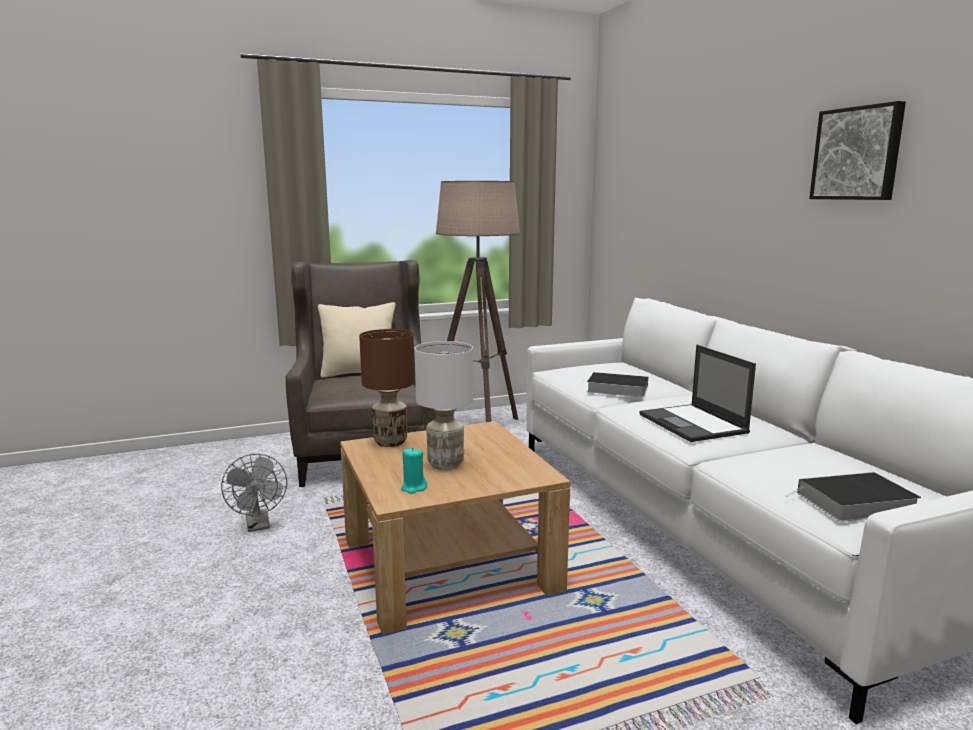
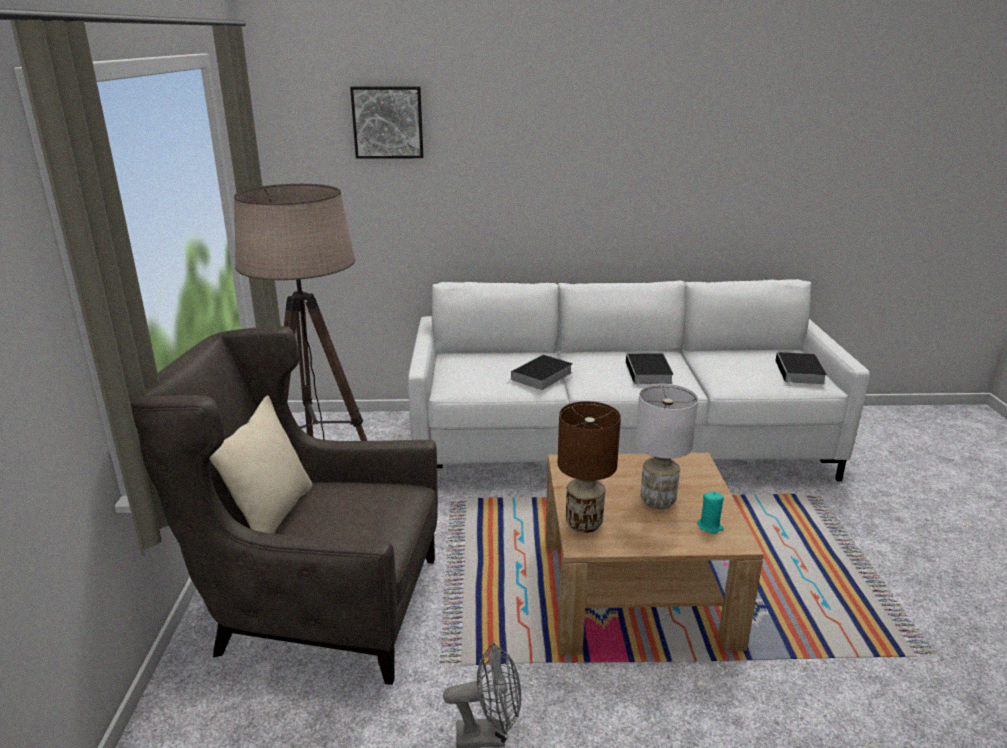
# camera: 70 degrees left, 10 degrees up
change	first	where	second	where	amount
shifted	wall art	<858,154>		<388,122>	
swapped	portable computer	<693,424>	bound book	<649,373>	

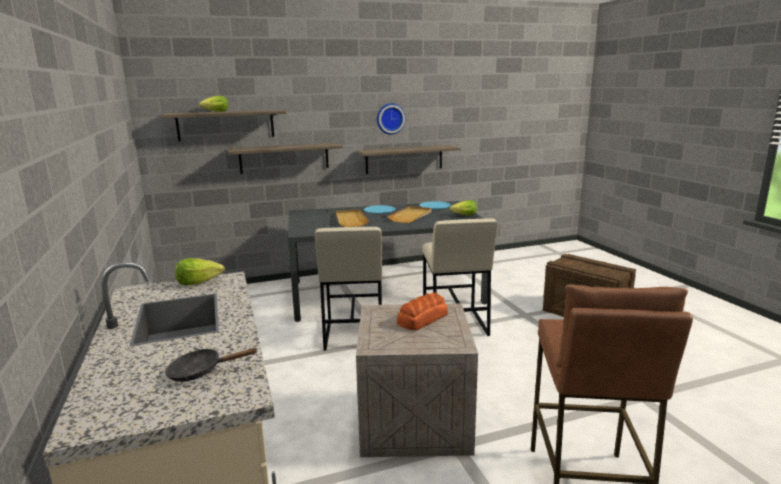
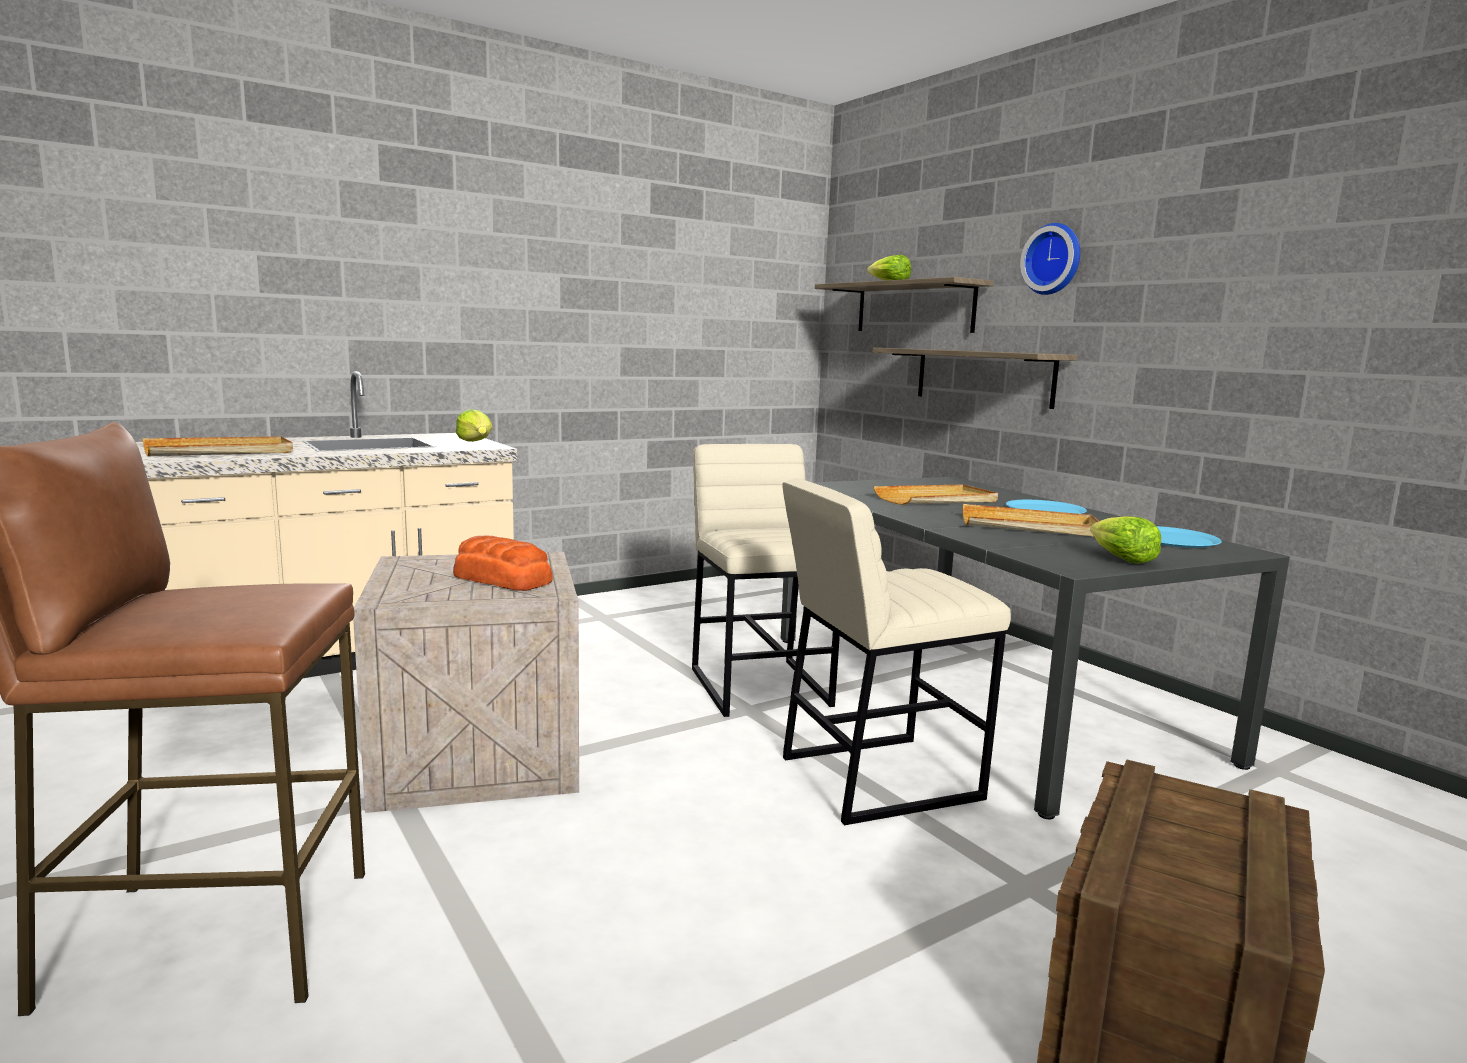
# camera: 75 degrees right, 5 degrees down
change	first	where	second	where	amount
gone	wall shelf	<404,159>			
shifted	clock on the wall	<390,118>		<1054,259>	
swapped	frying pan (black)	<201,371>	carrying tray (sand-coloured)	<220,452>	
rotated	plain chair (sand-coloured)	<354,335>		<758,685>	90 degrees clockwise

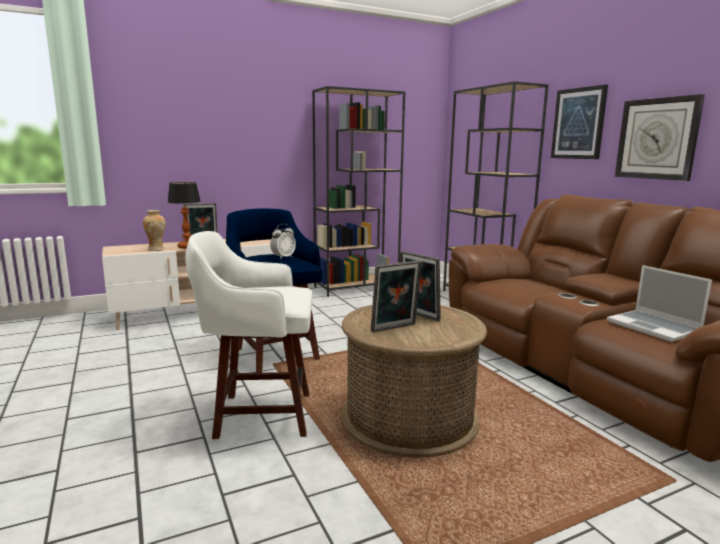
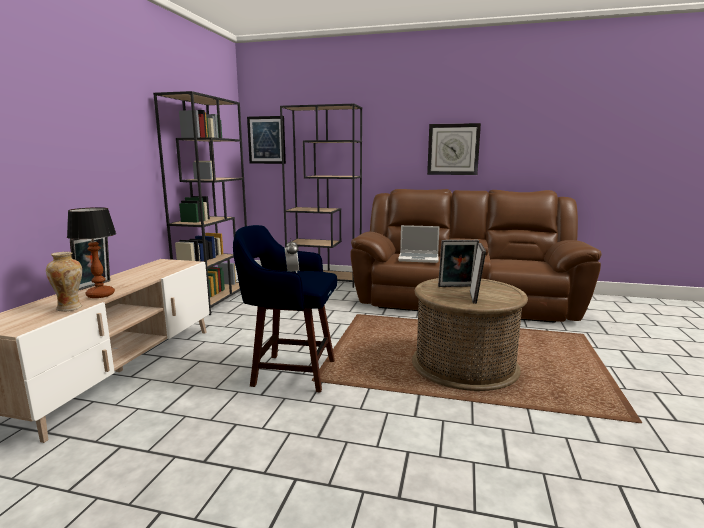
# camera: 50 degrees left, 0 degrees up
change	first	where	second	where	amount
gone	stool (white)	<259,415>			
shifted	wall art	<578,123>		<266,140>	
shifted	portable computer	<654,327>		<419,258>	

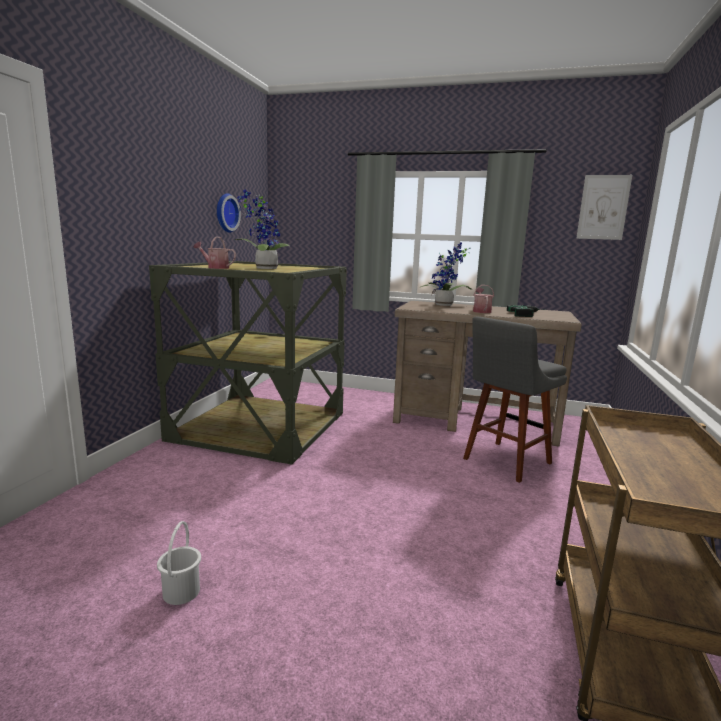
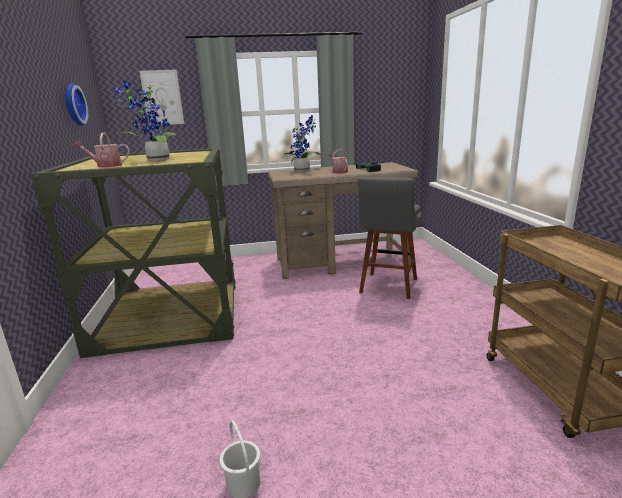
# camera: 25 degrees left, 5 degrees up
change	first	where	second	where	amount
shifted	wall art	<603,207>		<162,98>	

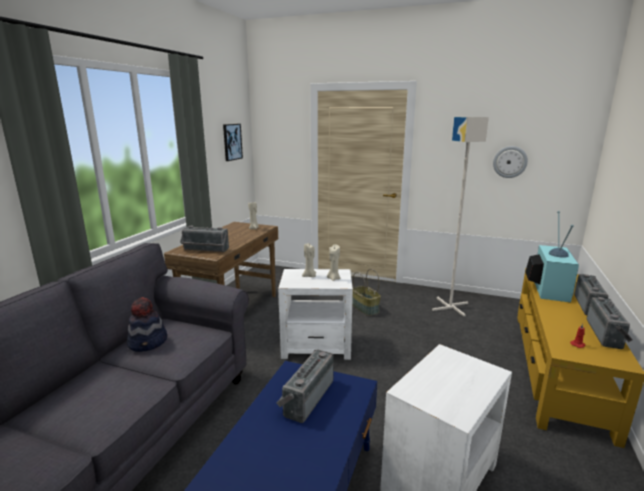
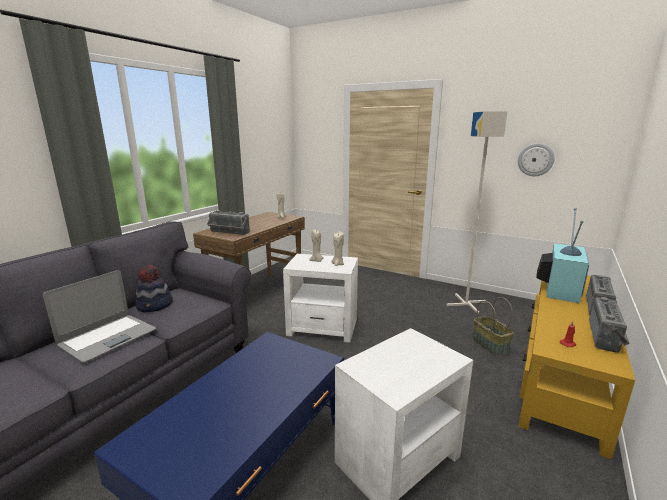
# camera: 10 degrees right, 0 degrees up
change	first	where	second	where	amount
gone	wall art	<232,142>			
gone	radio set	<306,397>			
new			portable computer	<108,338>	
shifted	household basket	<366,308>		<490,345>	

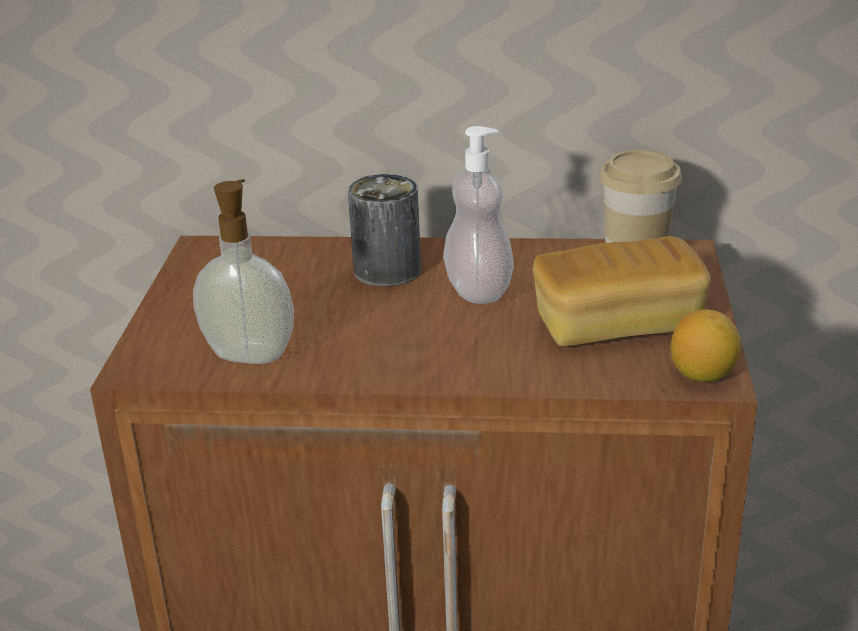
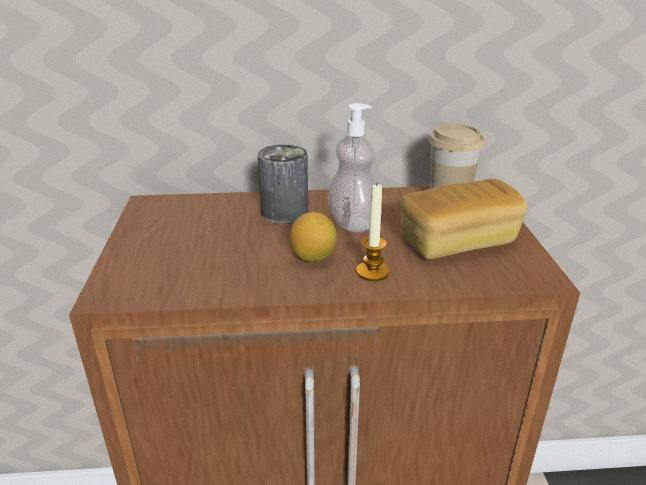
# camera: 10 degrees left, 0 degrees up
change	first	where	second	where	amount
gone	soap dispenser	<250,354>			
new			wax candle	<372,272>	
shifted	lemon	<702,375>		<313,257>	

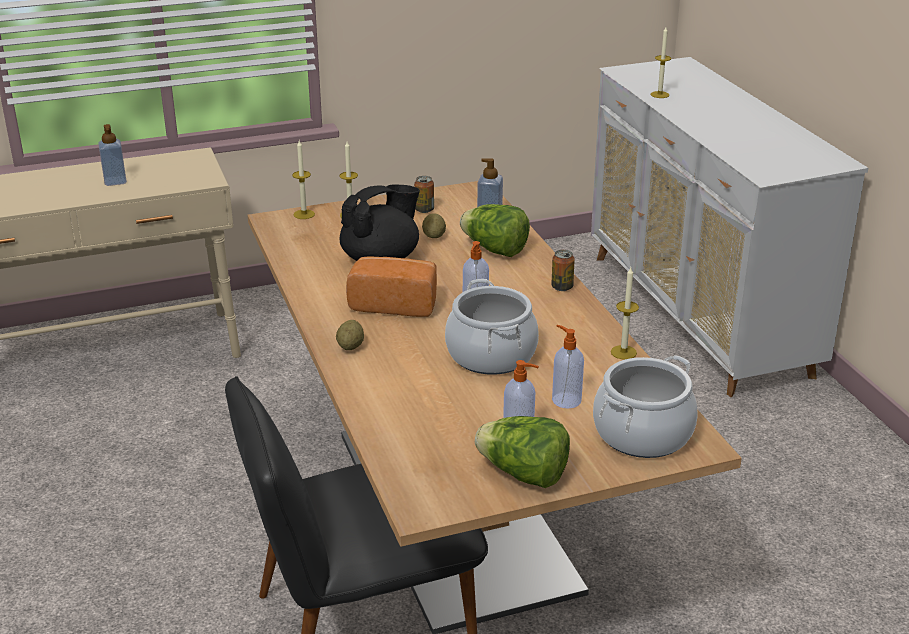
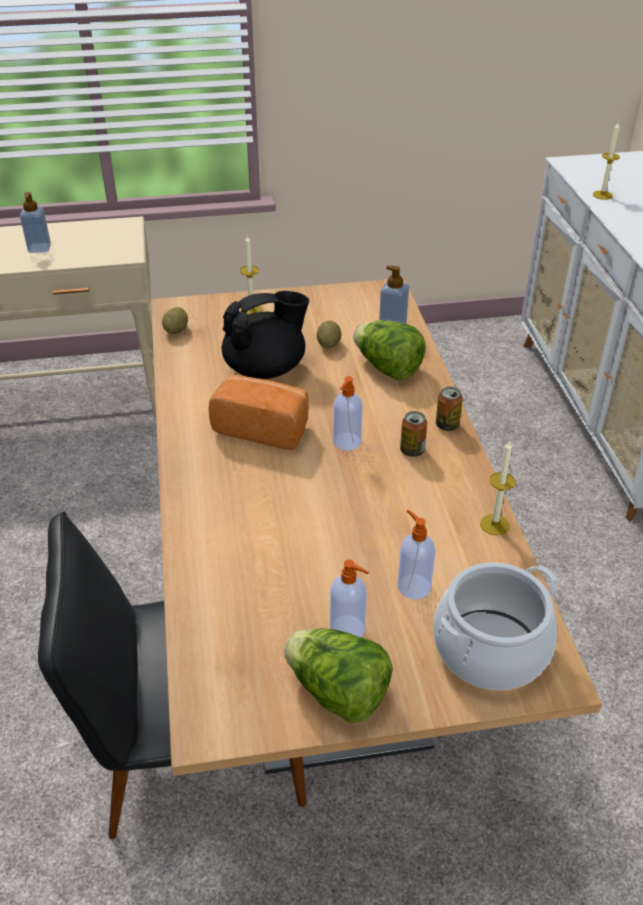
# camera: 10 degrees right, 10 degrees up
change	first	where	second	where	amount
gone	wax candle	<304,214>			
gone	stockpot	<491,354>			
shifted	spud	<350,346>		<176,330>	
shifted	can	<424,209>		<412,450>	

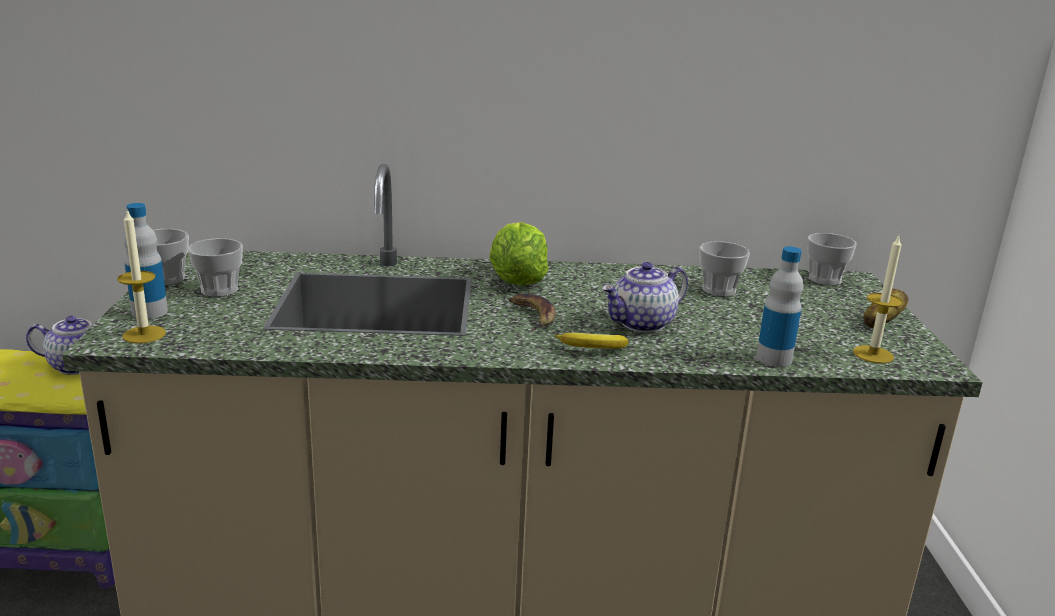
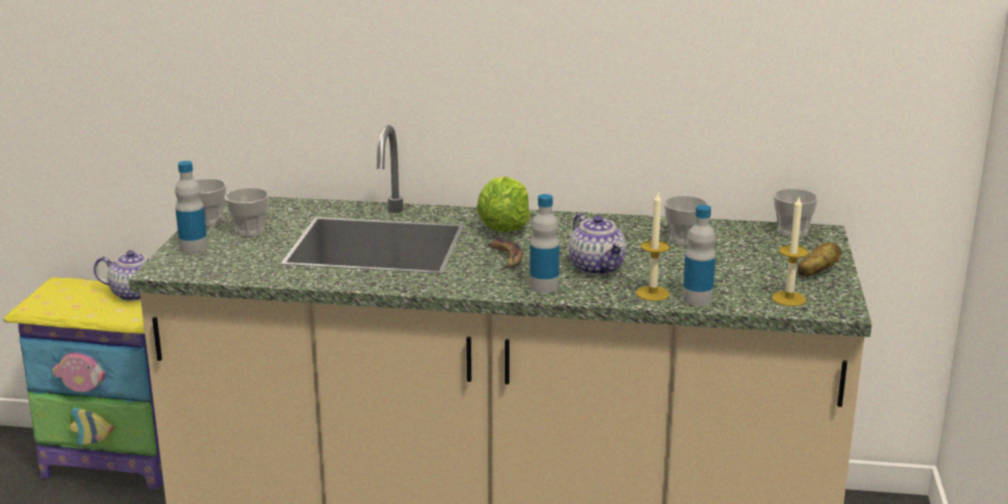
# camera: 10 degrees right, 0 degrees up
change	first	where	second	where	amount
shifted	wax candle	<144,334>		<652,293>	
swapped	whole banana	<592,349>	drink bottle	<544,287>	
rotated	teapot	<642,324>		<597,267>	90 degrees counterclockwise

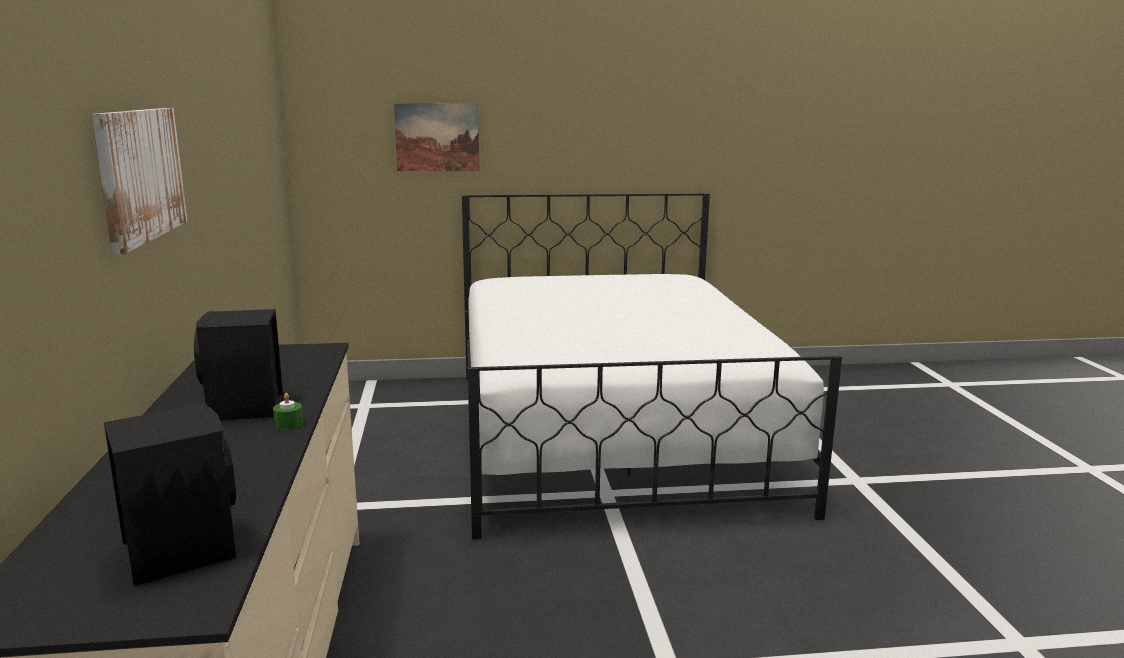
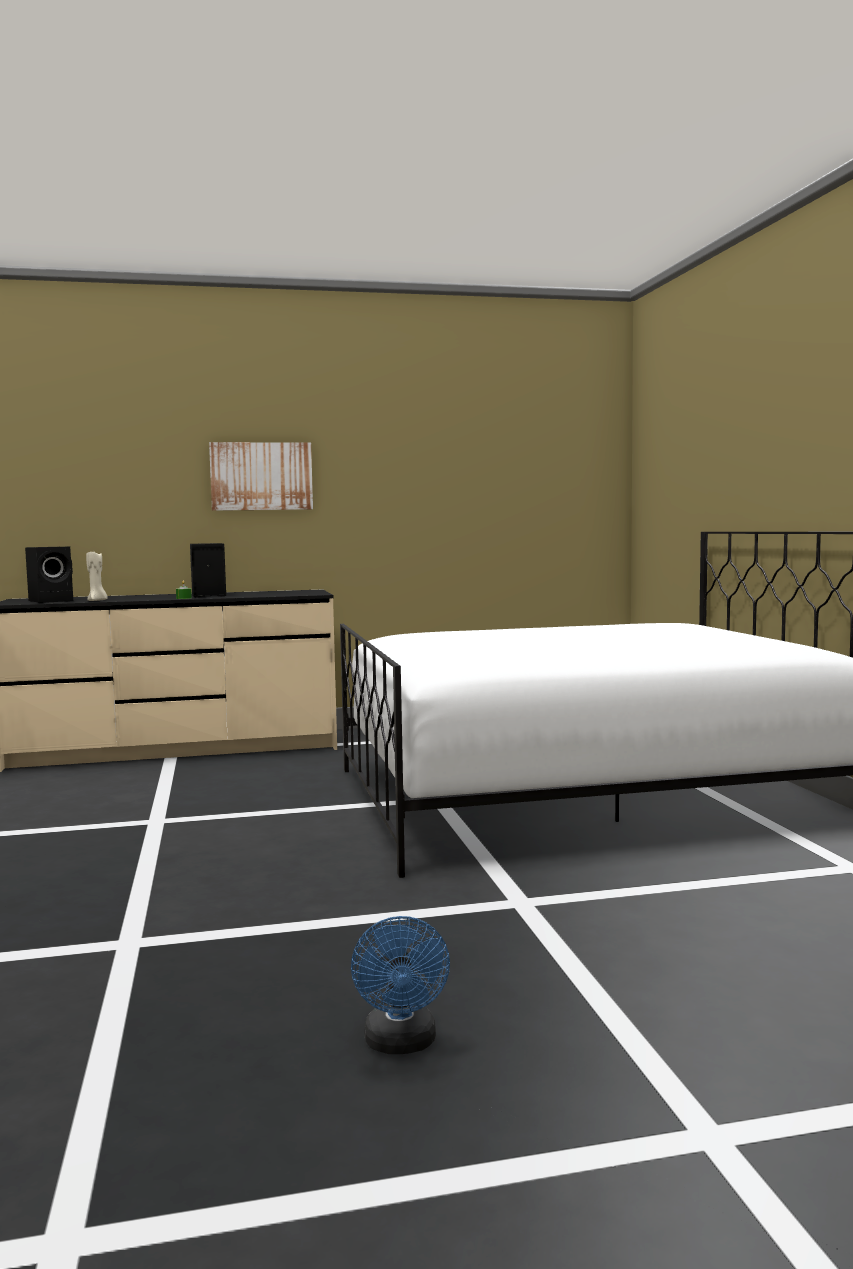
# camera: 85 degrees right, 10 degrees down
change	first	where	second	where	amount
gone	wall art	<437,137>			
new			wax candle (sand-coloured)	<97,600>	
new			cooling fan (blue-coloured)	<401,1044>	

